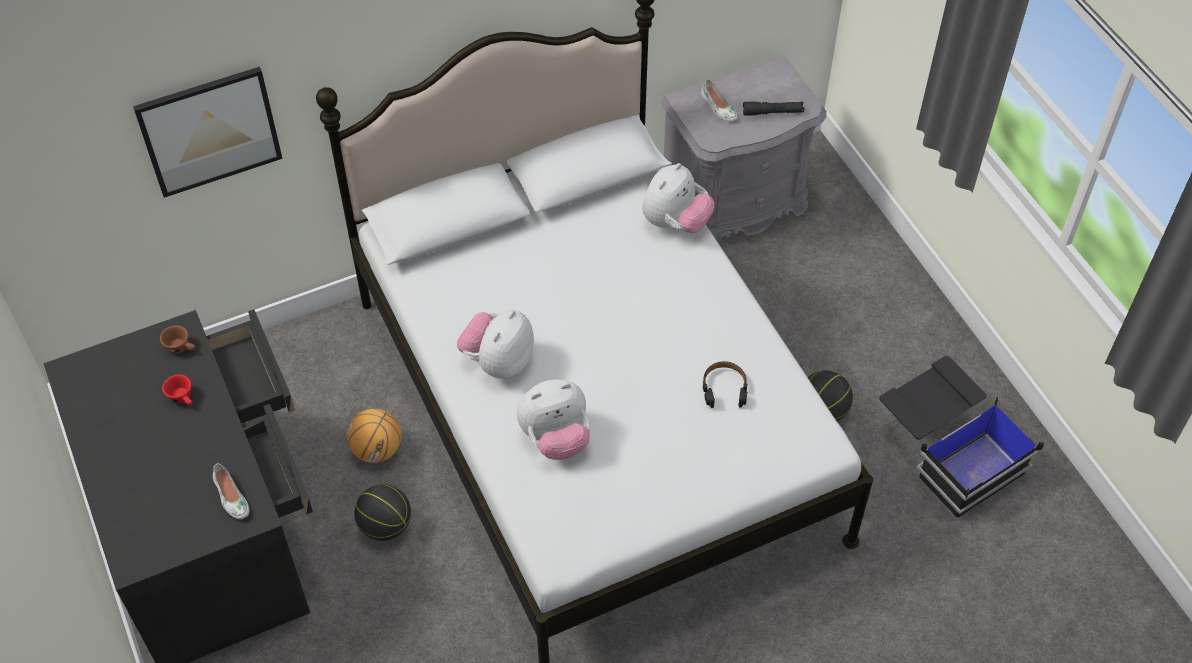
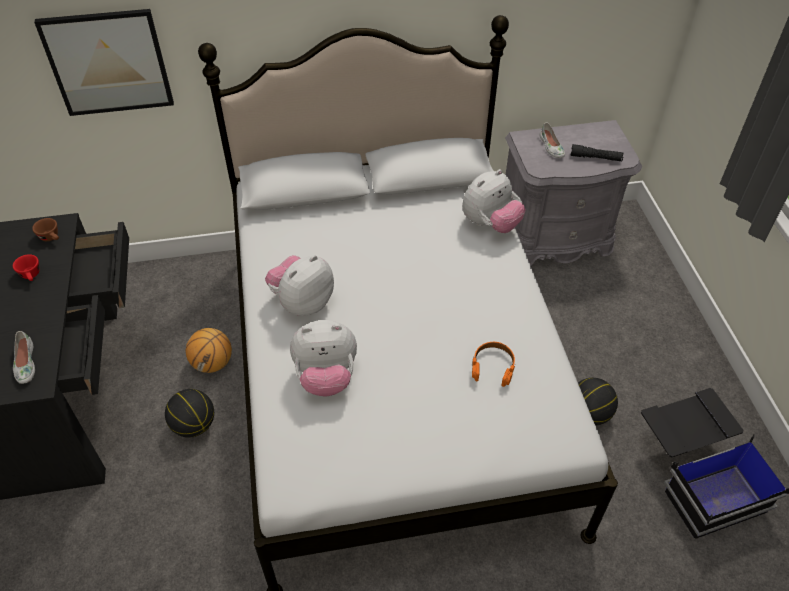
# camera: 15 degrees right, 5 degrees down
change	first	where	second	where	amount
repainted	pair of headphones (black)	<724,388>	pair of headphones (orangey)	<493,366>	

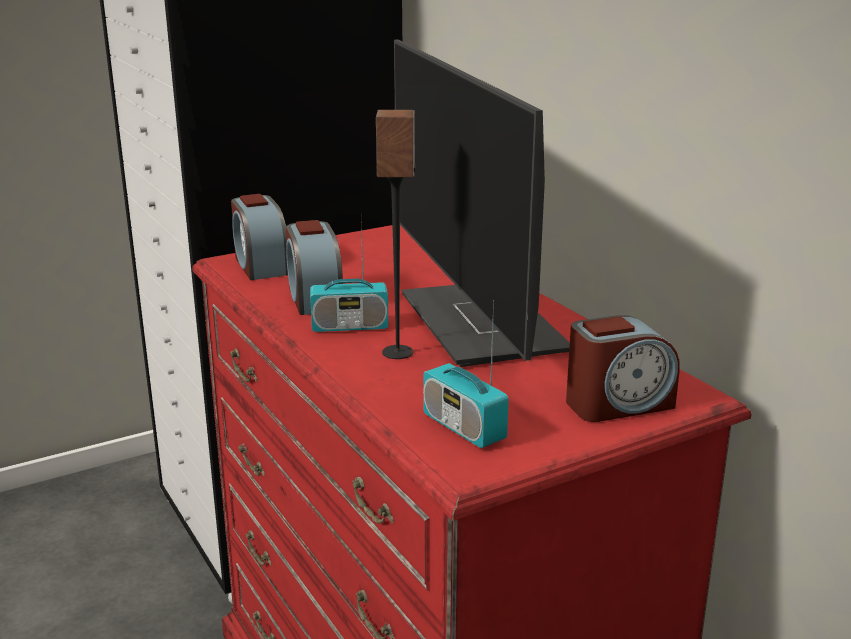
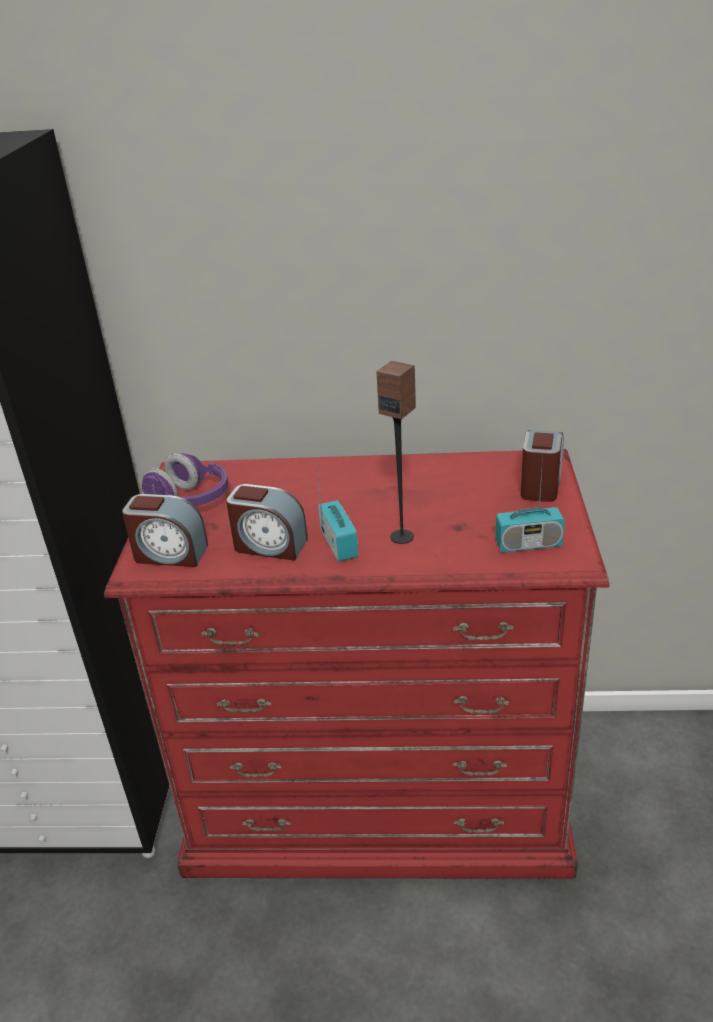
# camera: 55 degrees left, 10 degrees up
change	first	where	second	where	amount
gone	computer screen	<484,326>			
new			pair of headphones (purplish)	<190,500>	
rotated	radio set	<350,326>		<339,544>	45 degrees counterclockwise

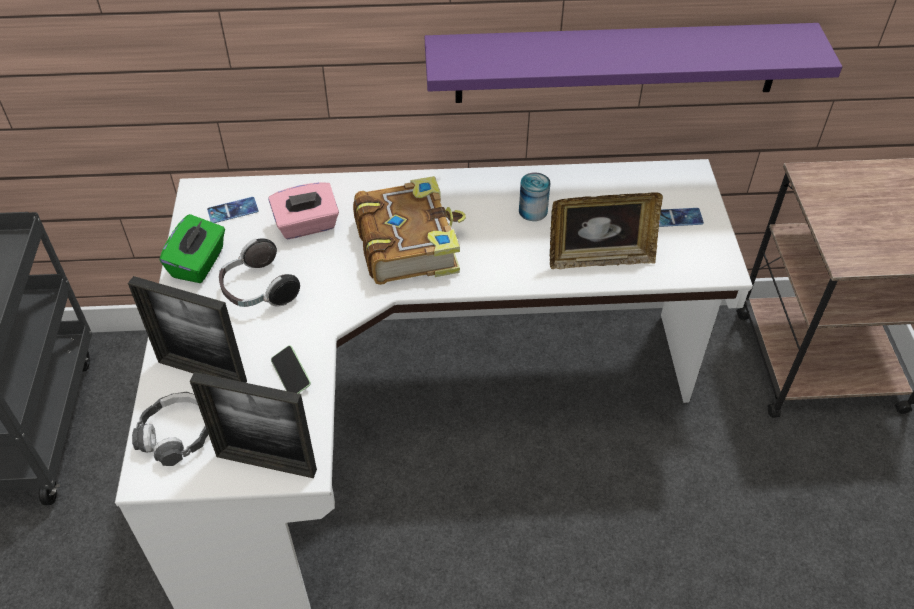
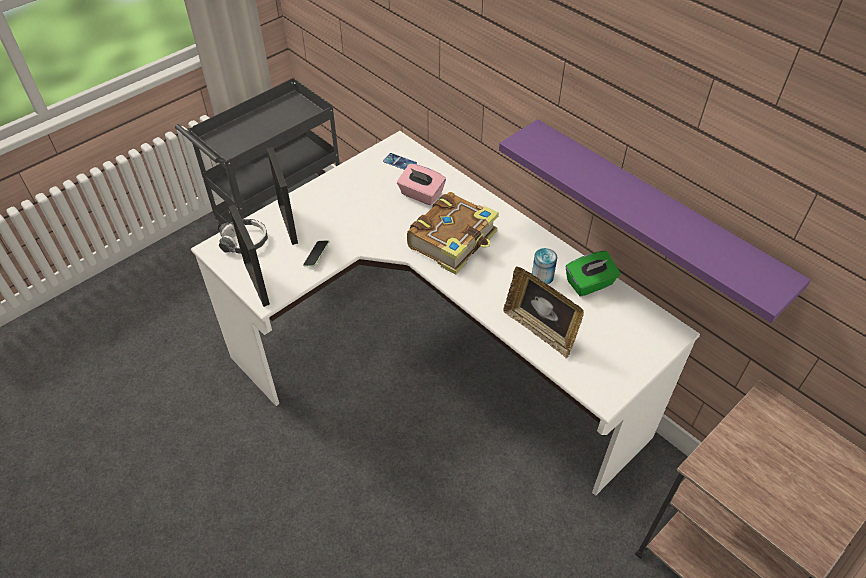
# camera: 50 degrees right, 0 degrees up
change	first	where	second	where	amount
gone	pair of headphones	<258,290>			
gone	handset	<677,218>			
shifted	tissue holder (greenish)	<199,263>		<589,284>	

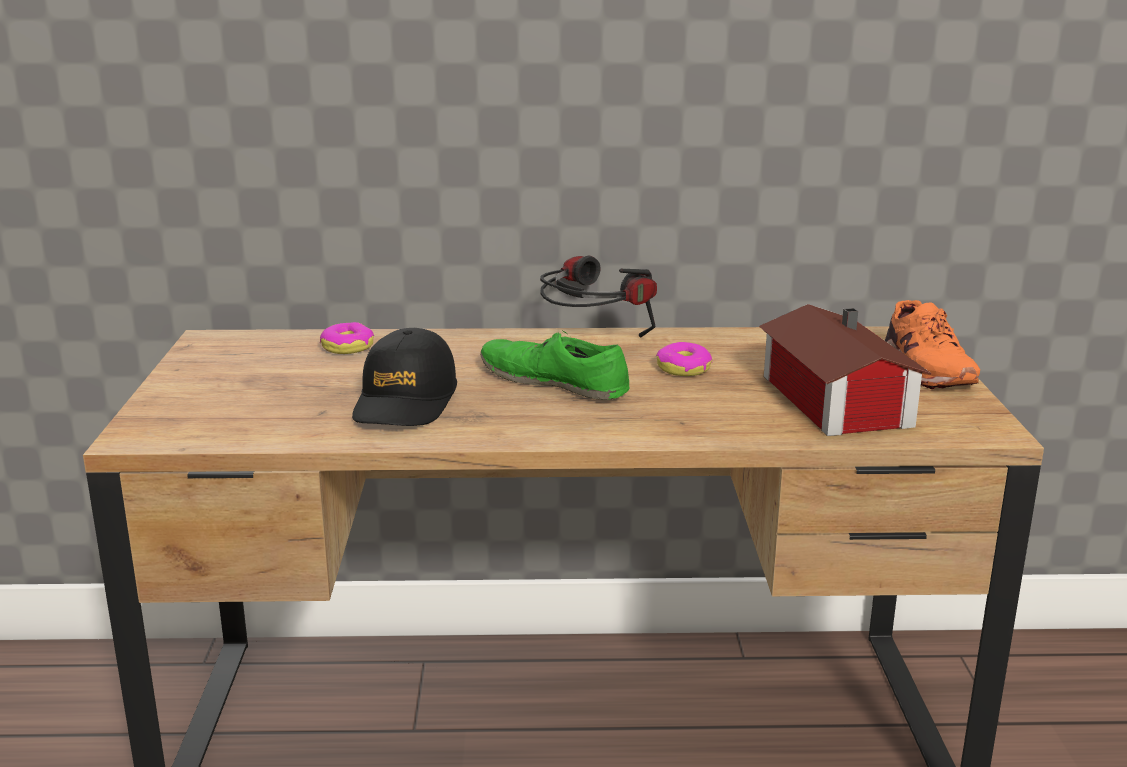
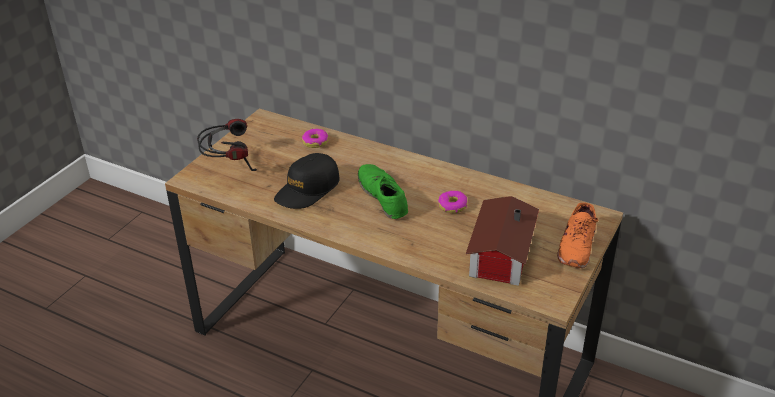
# camera: 30 degrees right, 15 degrees up
change	first	where	second	where	amount
shifted	pair of headphones	<591,341>		<229,167>	

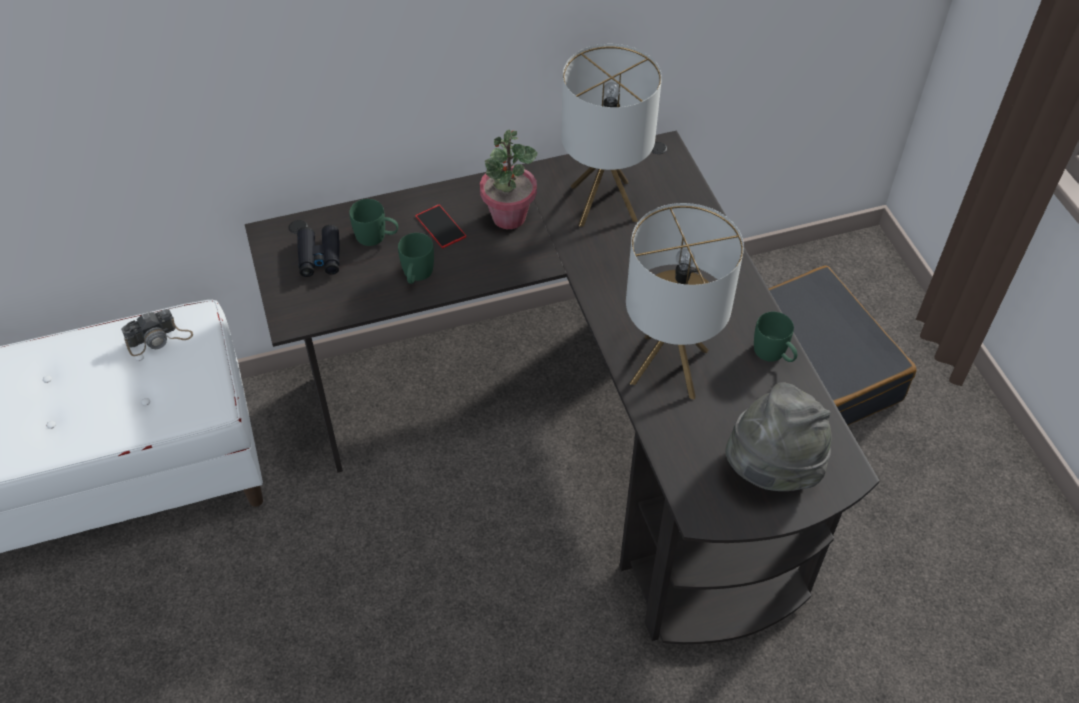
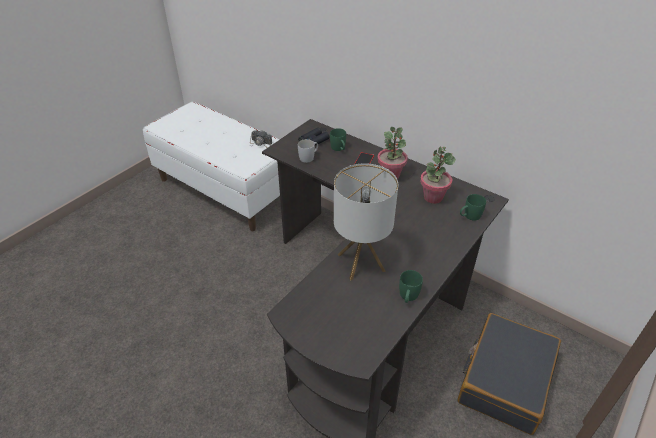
# camera: 55 degrees right, 10 degrees down
change	first	where	second	where	amount
gone	clothing hat (gray)	<771,468>			
new			coffee mug (white)	<309,157>	
shifted	coffee mug (greenish)	<416,275>		<469,216>	
swapped	lamp for a table	<603,203>	houseplant	<433,197>	

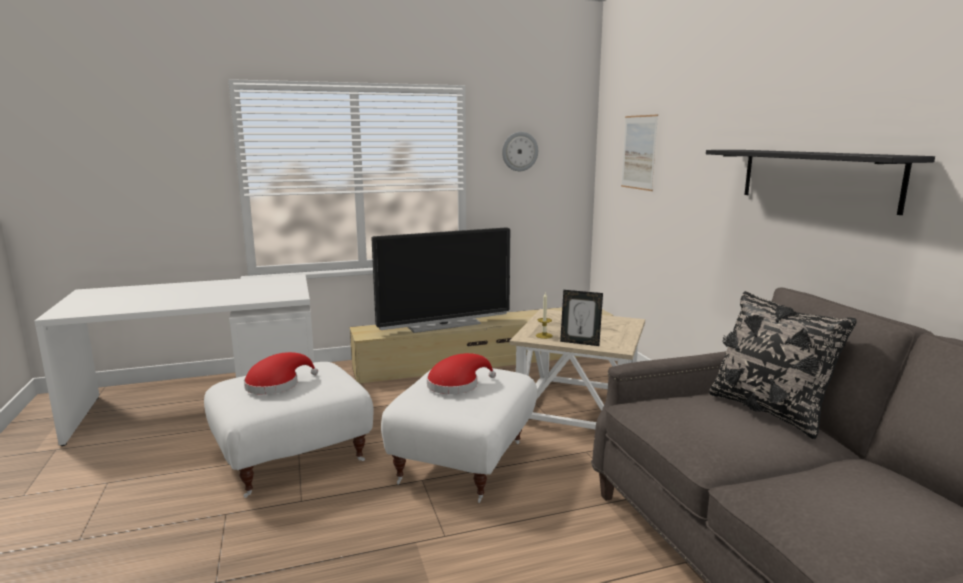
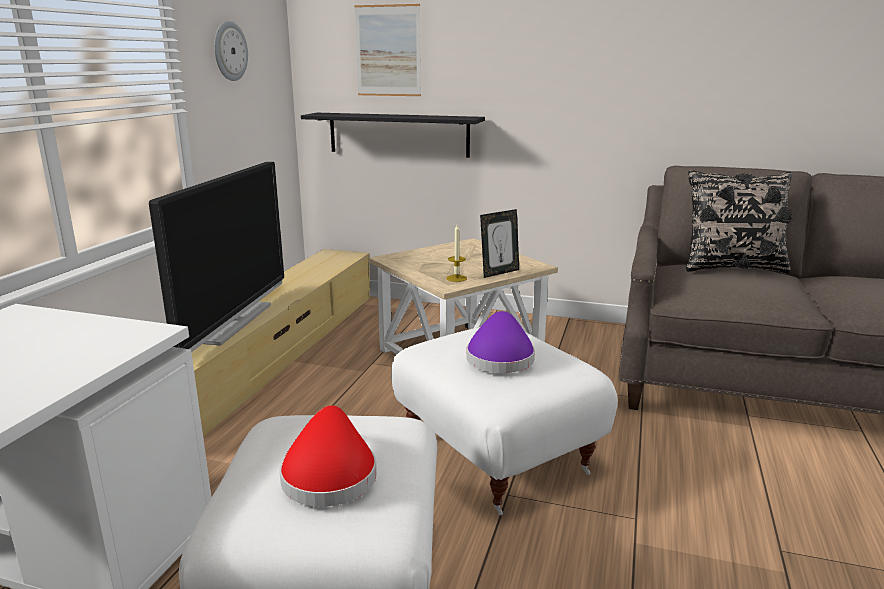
# camera: 55 degrees left, 5 degrees up
change	first	where	second	where	amount
shifted	wall shelf (black)	<816,178>		<398,134>	
repainted	clothing hat (red-coloured)	<456,385>	clothing hat (purplish)	<500,357>	

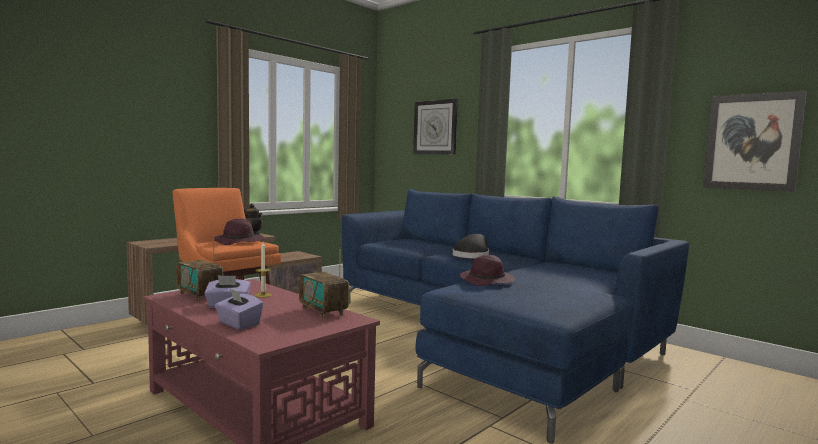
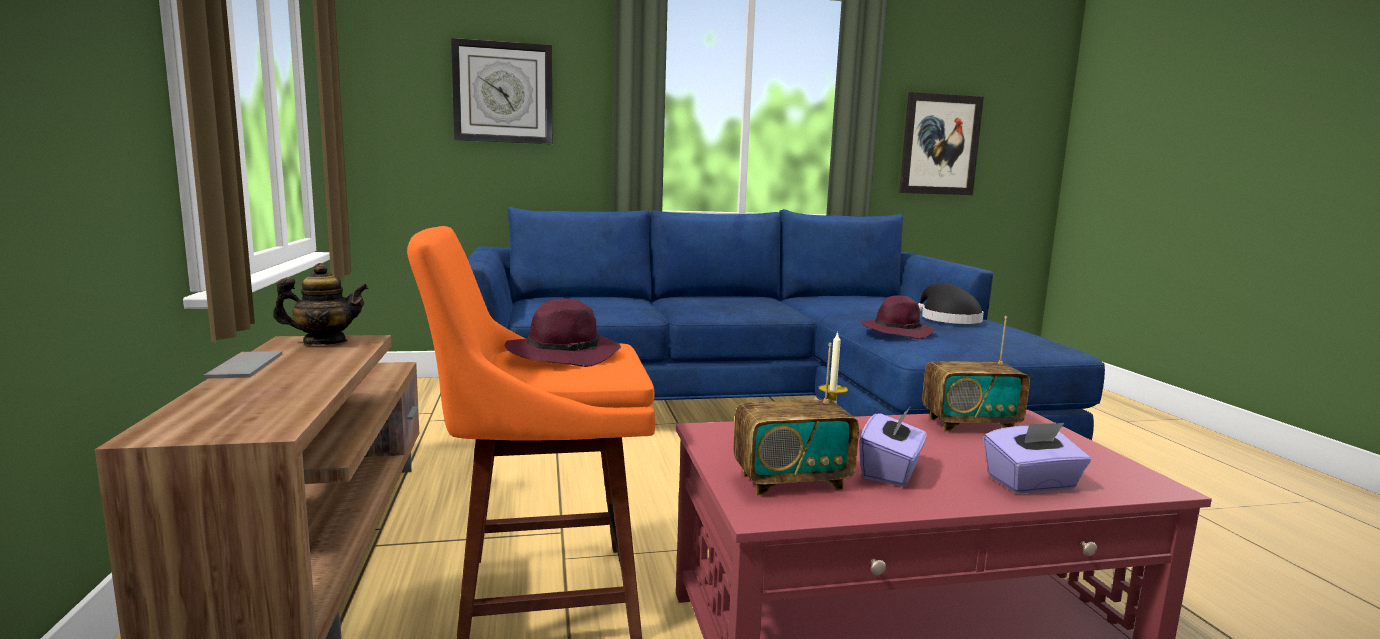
# camera: 55 degrees left, 5 degrees up
change	first	where	second	where	amount
shifted	clothing hat (black)	<472,256>		<947,319>	

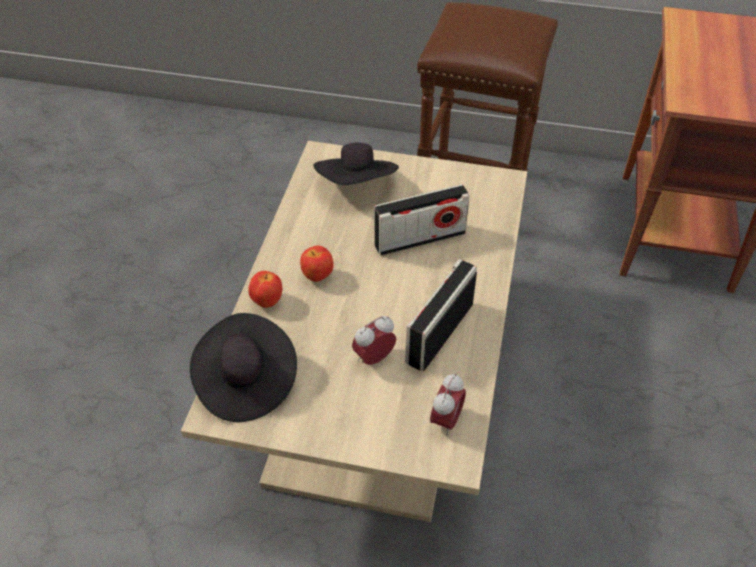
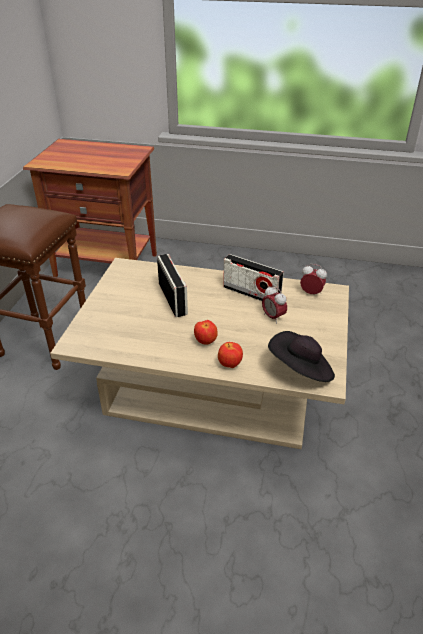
# camera: 90 degrees left, 10 degrees down
change	first	where	second	where	amount
gone	clothing hat (black)	<357,185>			

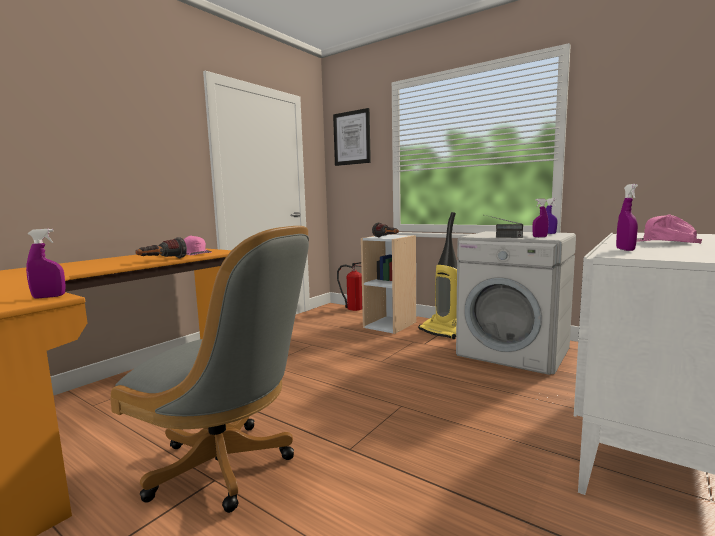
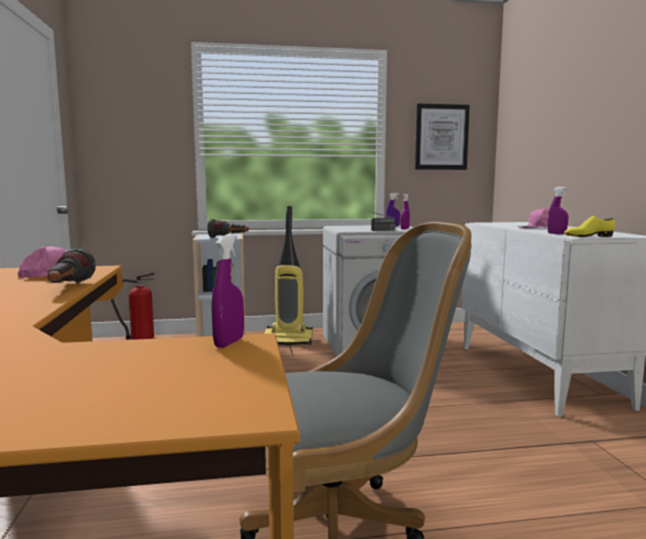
# camera: 45 degrees left, 0 degrees up
change	first	where	second	where	amount
new			item of footwear (yellowish)	<588,236>	
shifted	wall art	<352,138>		<441,137>	

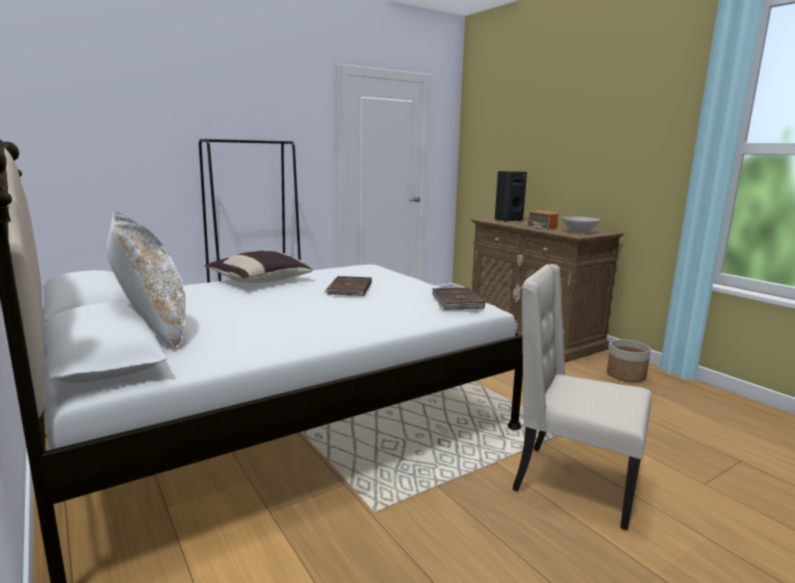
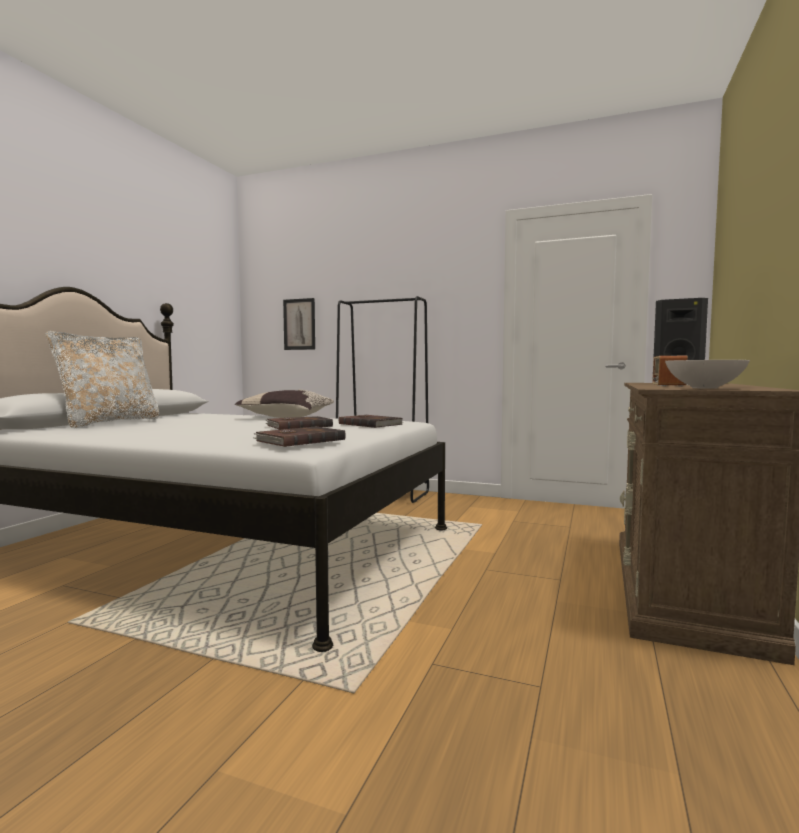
# camera: 55 degrees right, 10 degrees down
change	first	where	second	where	amount
gone	plain chair (sand-coloured)	<572,482>			
gone	planter	<626,375>			
new			wall art	<299,324>	
new			bound book (brown)	<370,424>	

